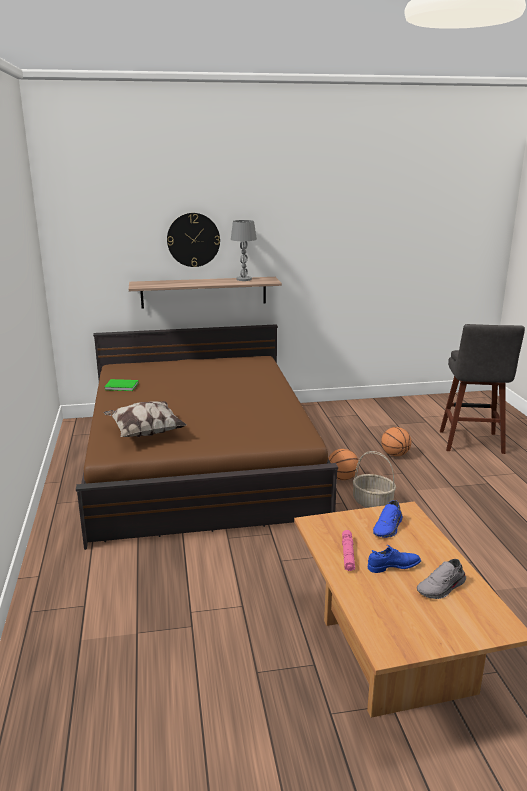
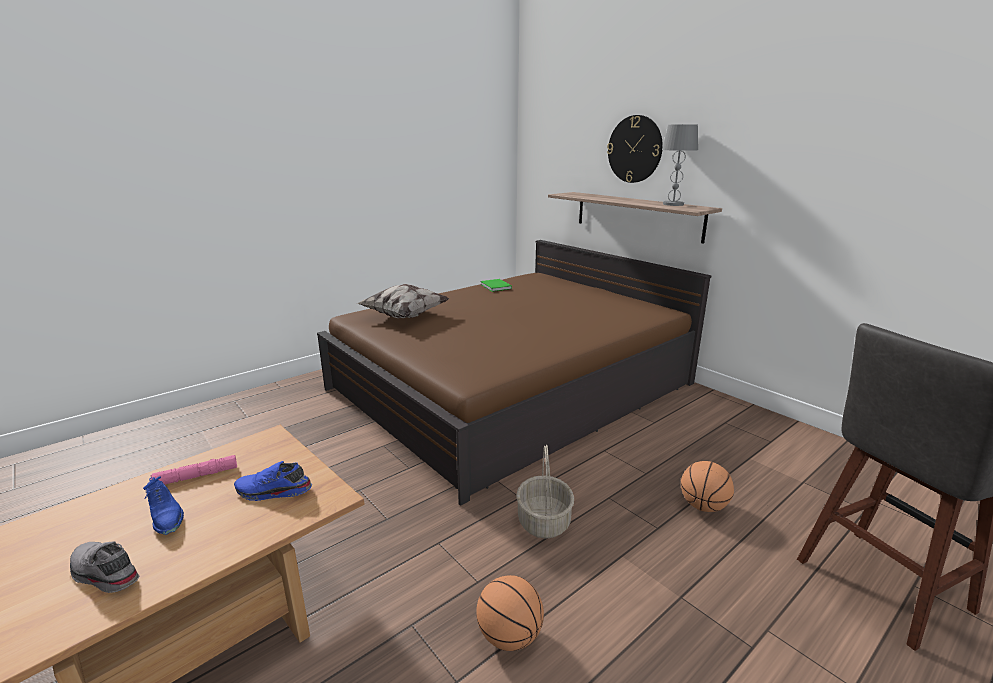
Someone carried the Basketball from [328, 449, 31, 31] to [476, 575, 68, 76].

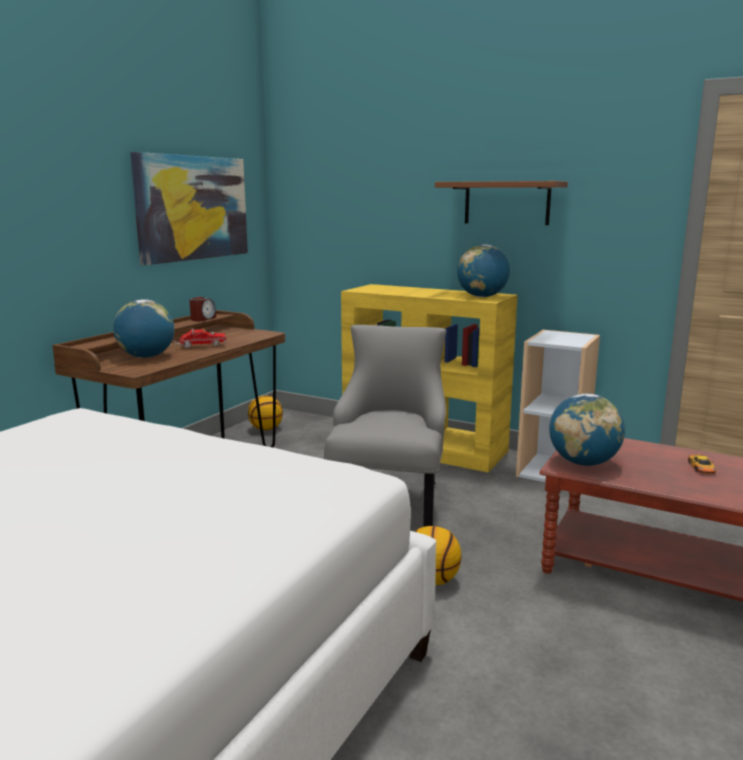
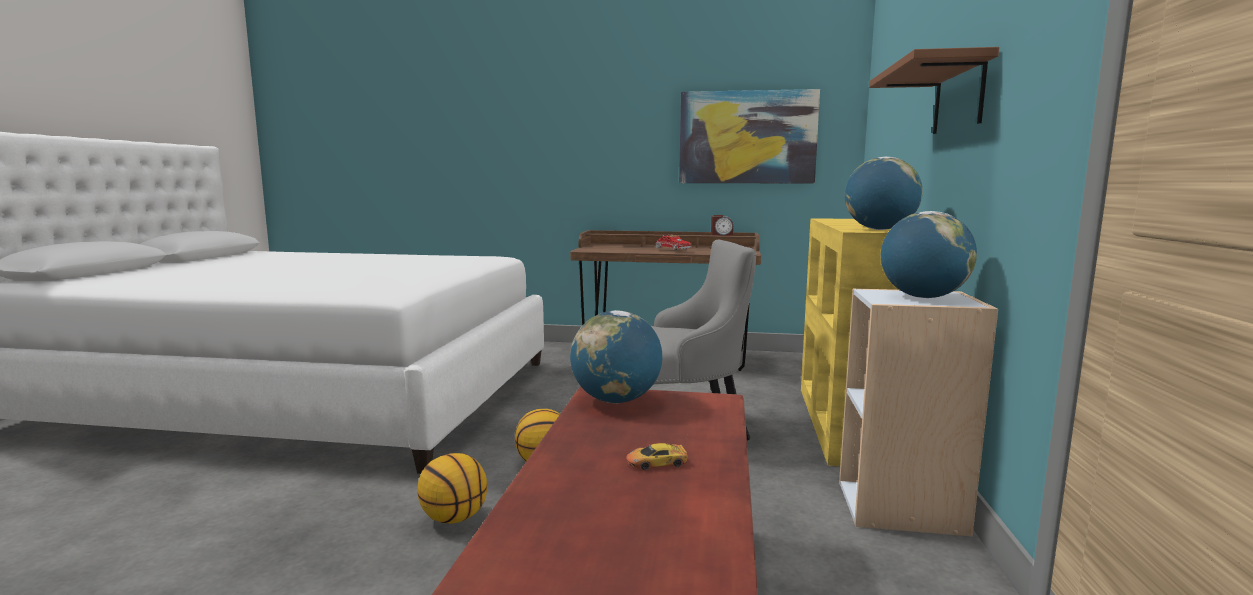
Someone carried the Globe from [113, 299, 62, 59] to [880, 211, 97, 87]. Someone carried the Basketball from [248, 396, 35, 34] to [418, 453, 69, 71].

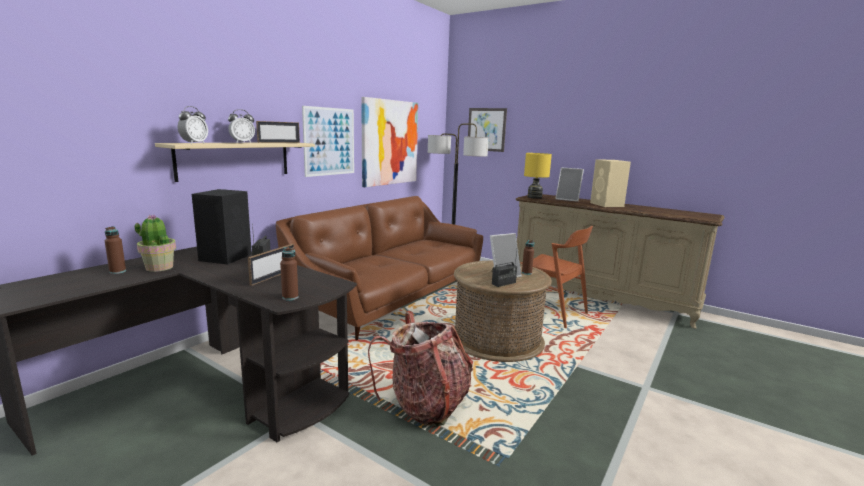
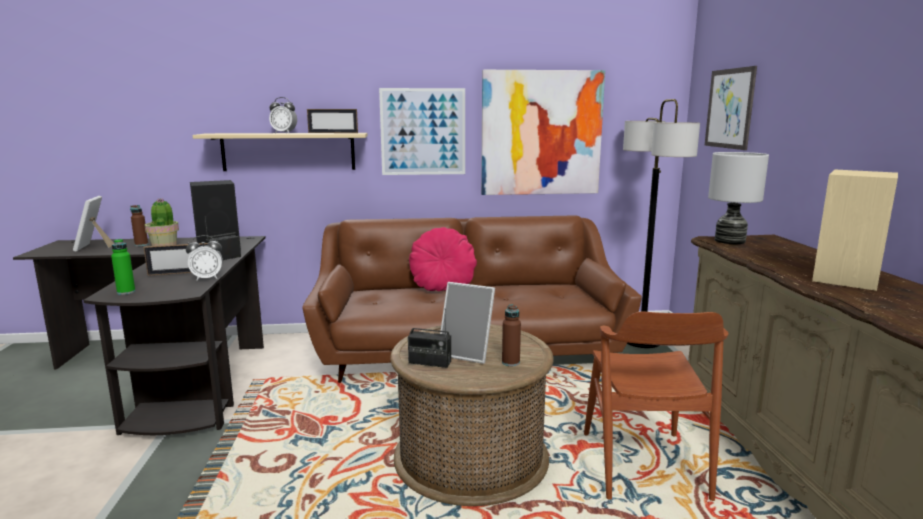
Someone took away the Backpack at [368, 311, 105, 116]. Someone put down the PinkPillow at [409, 227, 68, 64]. Someone carried the AlarmClock from [178, 106, 30, 38] to [186, 235, 37, 46]. Someone carried the PictureFrame from [555, 167, 29, 35] to [73, 196, 41, 56]. Someone repainted the BrownBottle at [280, 247, 18, 54], which became the GreenBottle at [111, 239, 24, 56]. Someone repainted the YellowTableLamp at [524, 153, 28, 46], which became the GreyTableLamp at [708, 152, 61, 92].

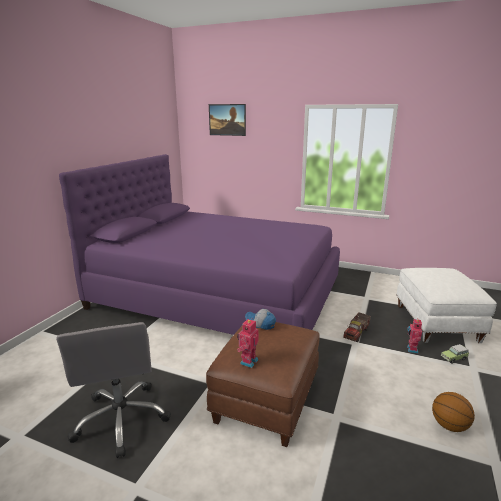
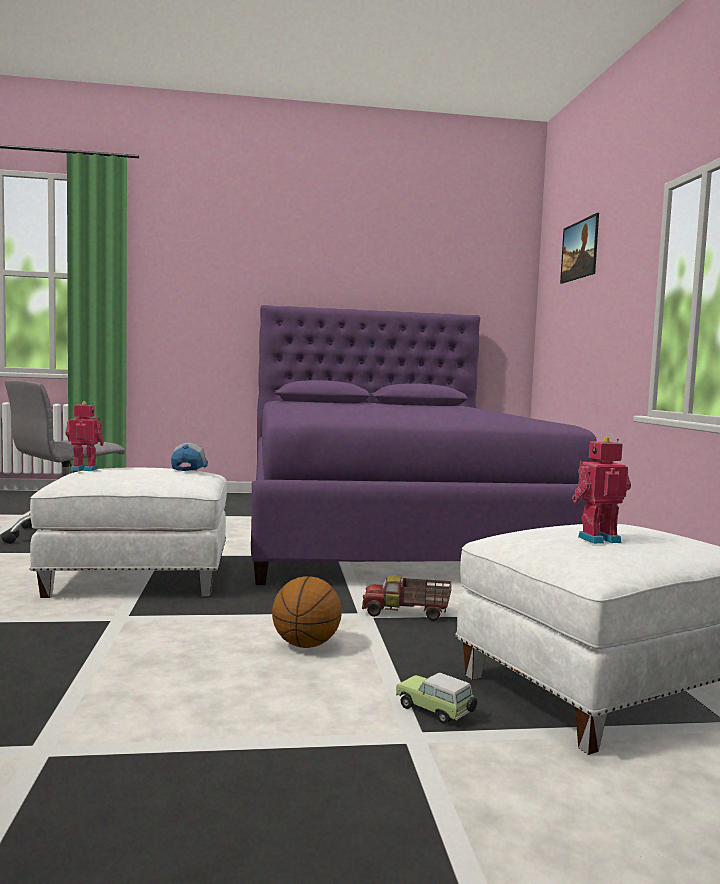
Someone carried the ToyRobot from [407, 318, 15, 35] to [572, 437, 59, 107]. Someone carried the Basketball from [432, 392, 43, 40] to [272, 576, 70, 72]. Someone repainted the BrownOttoman at [206, 322, 114, 125], which became the WhiteOttoman at [30, 468, 197, 130].

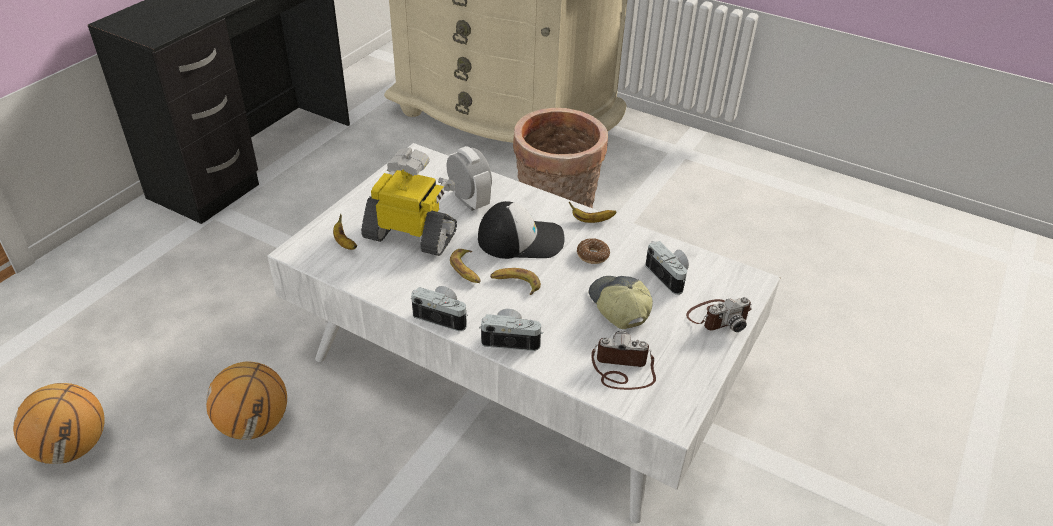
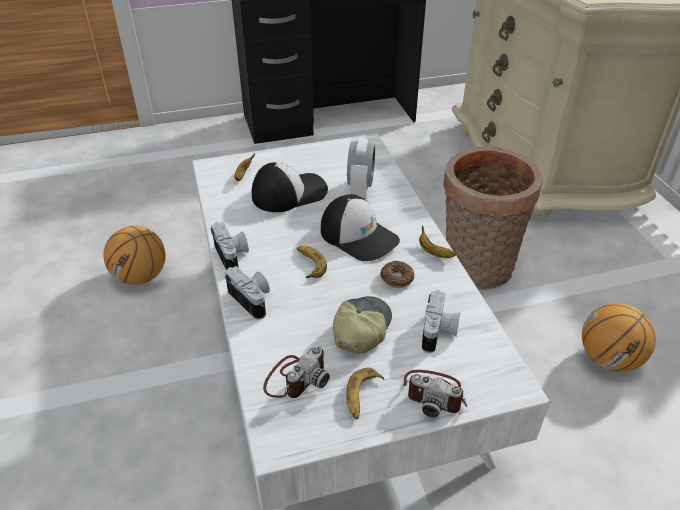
Someone carried the Basketball from [13, 383, 92, 81] to [582, 303, 74, 69]. Someone carried the Banana from [450, 249, 31, 34] to [346, 368, 38, 52]. Someone swapped the ToyRobot at [361, 147, 96, 109] for the Cap at [252, 162, 76, 50]. Someone rotated the PhotoCamera at [591, 331, 65, 59] by 75 degrees clockwise.

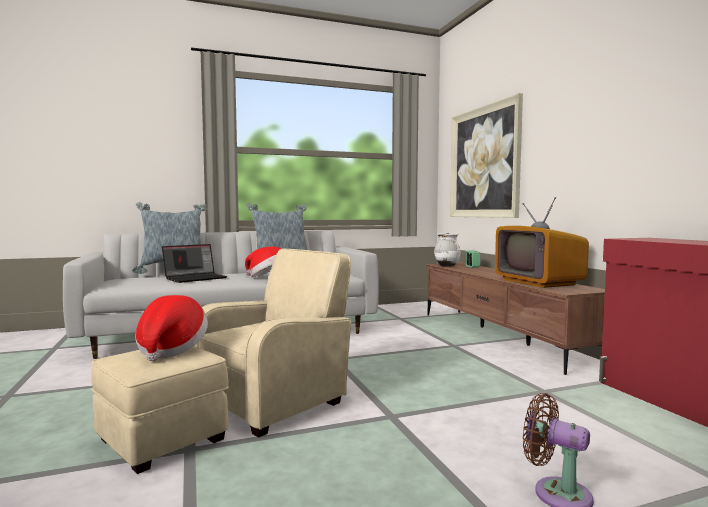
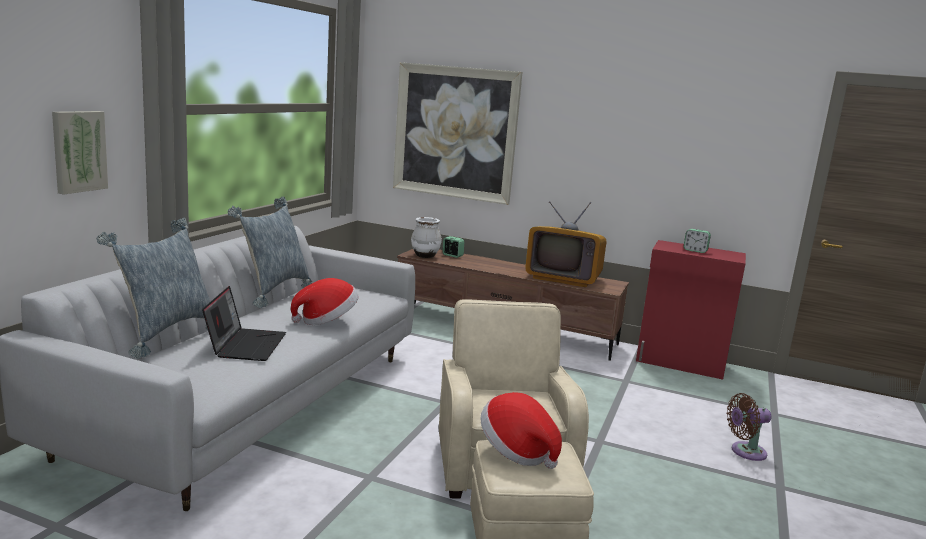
Someone put up the Picture at [52, 111, 56, 83]. Someone put down the AlarmClock at [683, 229, 28, 24].

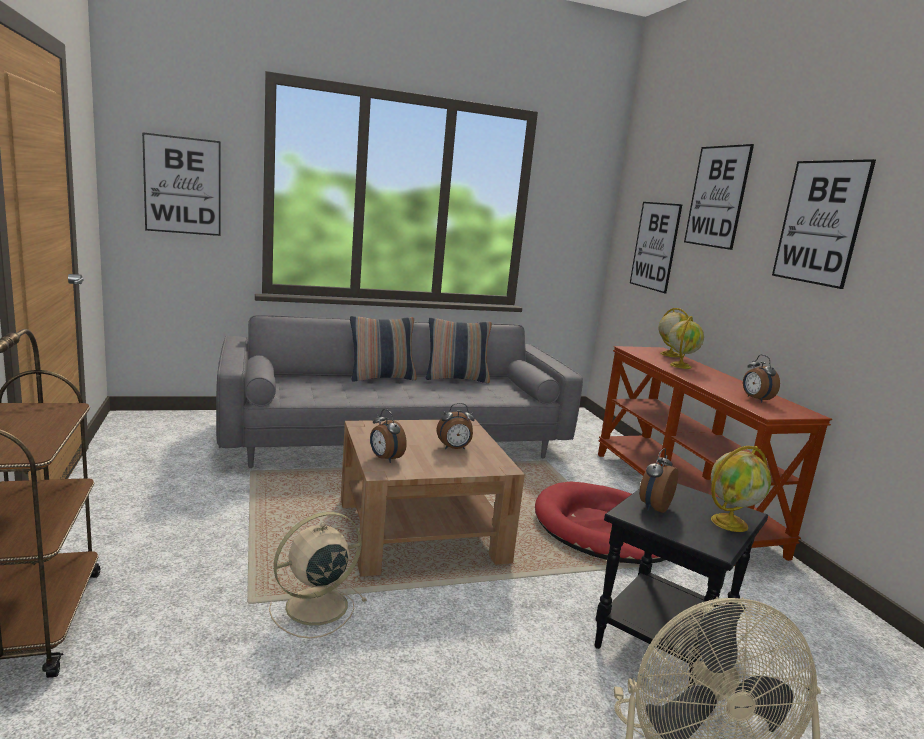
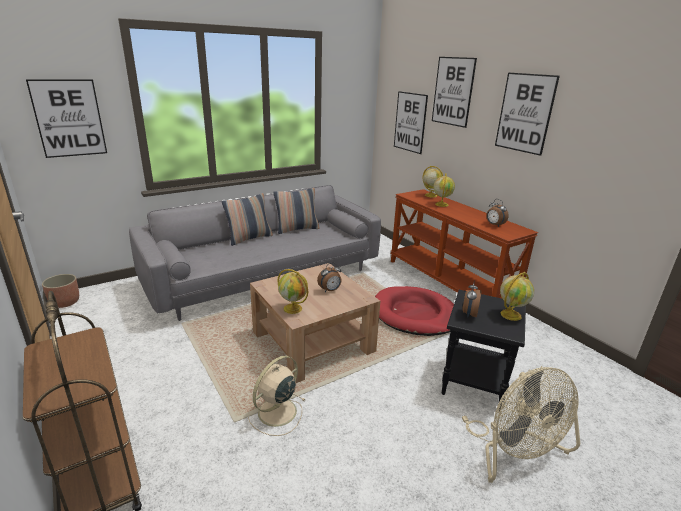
Someone put down the Planter at [42, 274, 37, 34]. Someone swapped the AlarmClock at [370, 409, 37, 54] for the Globe at [277, 269, 31, 45].

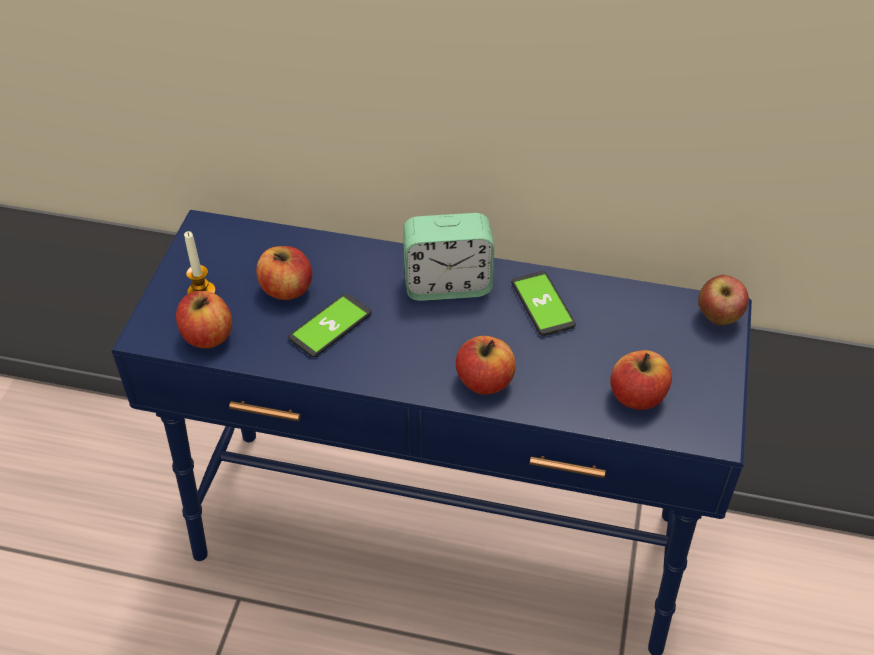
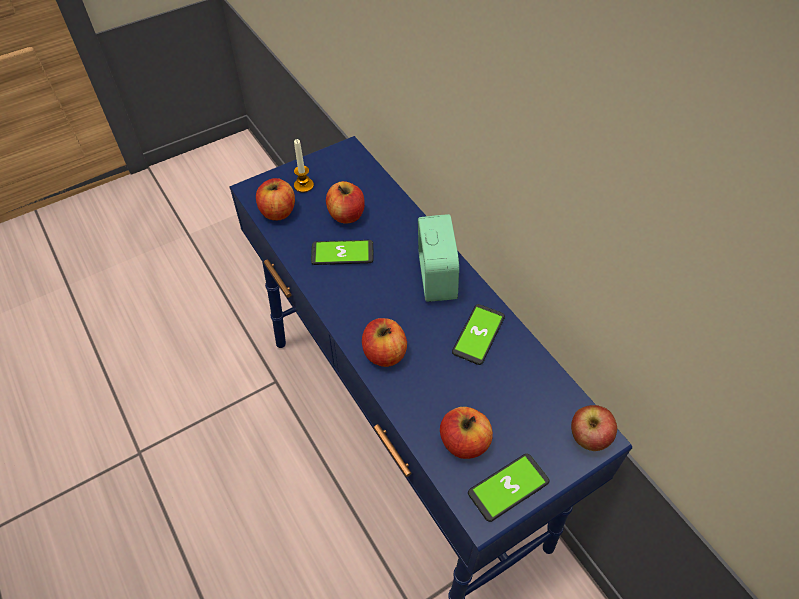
Someone put down the Phone at [468, 453, 81, 69]. Someone rotated the AlarmClock at [403, 213, 91, 88] by 135 degrees counterclockwise.

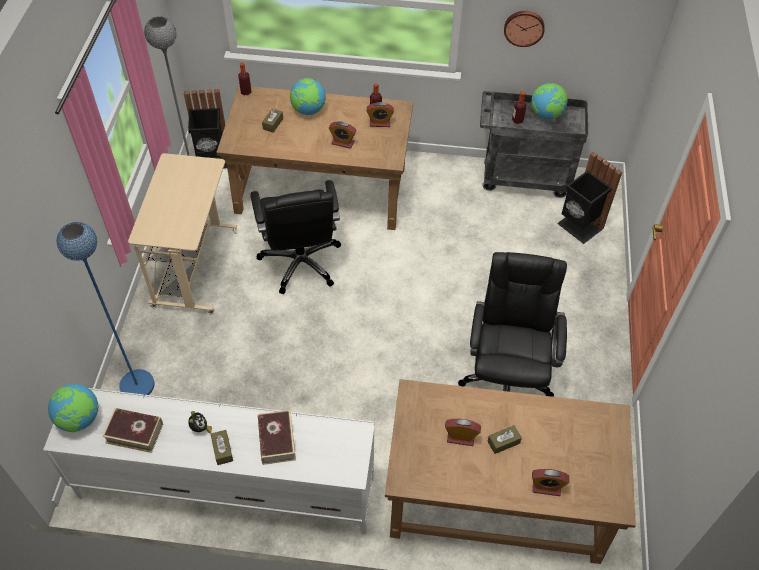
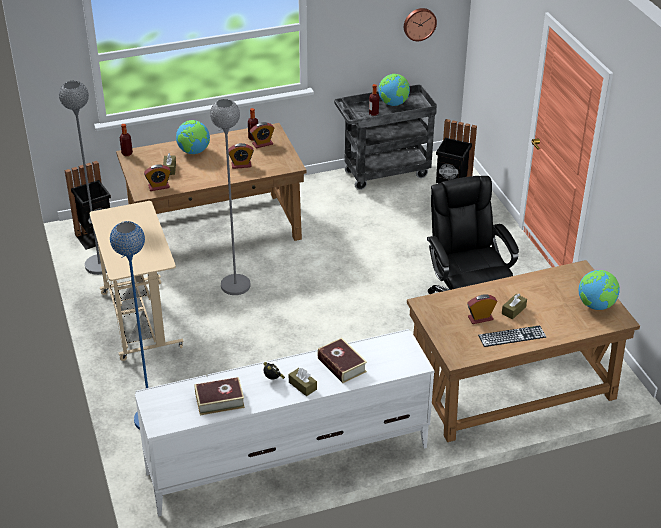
Someone put down the Keyboard at [478, 326, 68, 21]. Someone carried the Globe from [48, 384, 50, 48] to [579, 270, 41, 40]. Someone carried the WallClock from [504, 11, 41, 36] to [404, 8, 33, 33]. Someone carried the AlarmClock from [532, 469, 37, 27] to [144, 165, 27, 26]. Someone swapped the BlackOfficeChair at [250, 180, 91, 114] for the GreyFloorLamp at [210, 99, 41, 196].

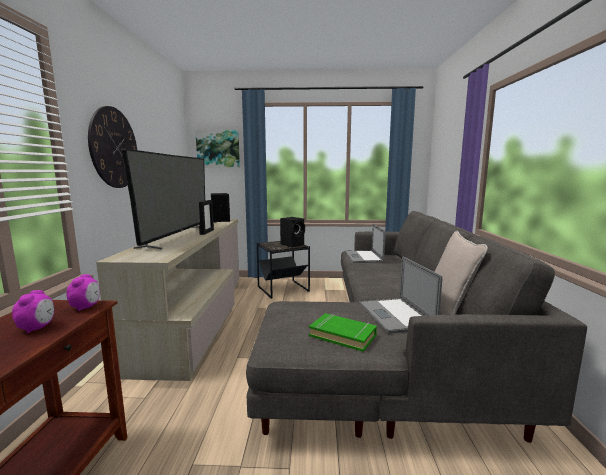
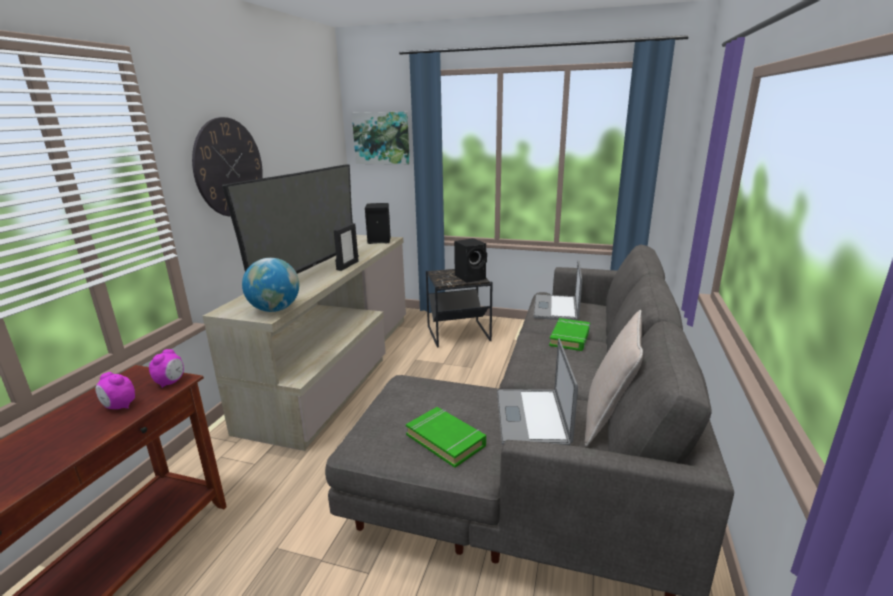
Someone put down the Globe at [242, 258, 57, 54]. Someone put down the GreenBook at [549, 318, 41, 33]. Someone rotated the AlarmClock at [12, 290, 42, 44] by 105 degrees clockwise.

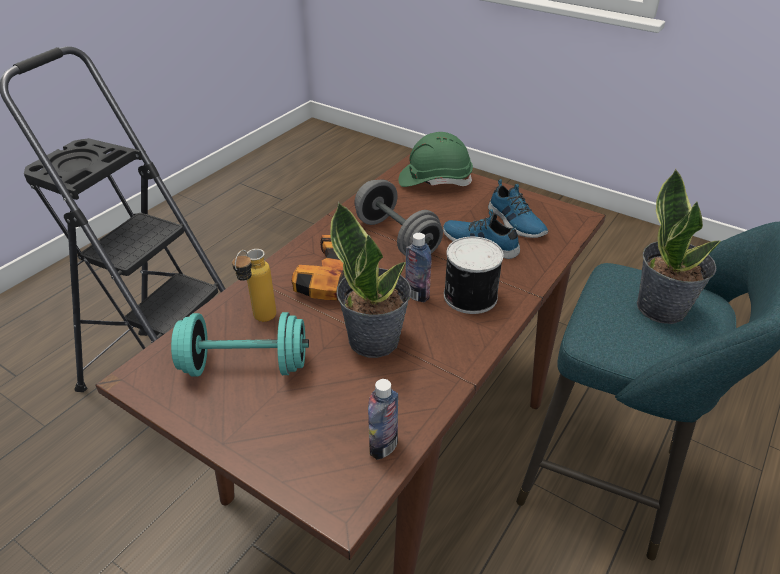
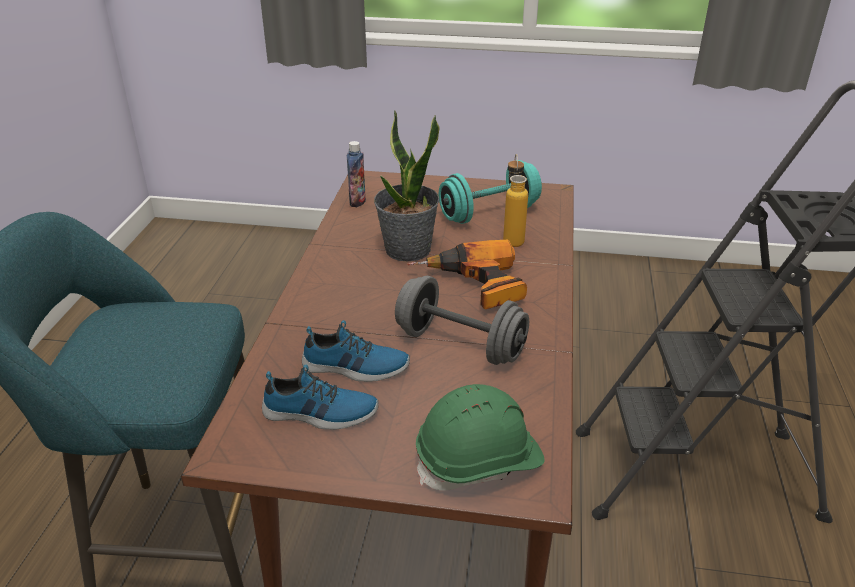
Someone took away the Bottle at [405, 233, 27, 69]. Someone took away the Can at [444, 237, 60, 77]. Someone took away the PottedPlant at [637, 169, 84, 155]. Someone rotated the Shoe at [488, 179, 60, 59] by 150 degrees clockwise.

